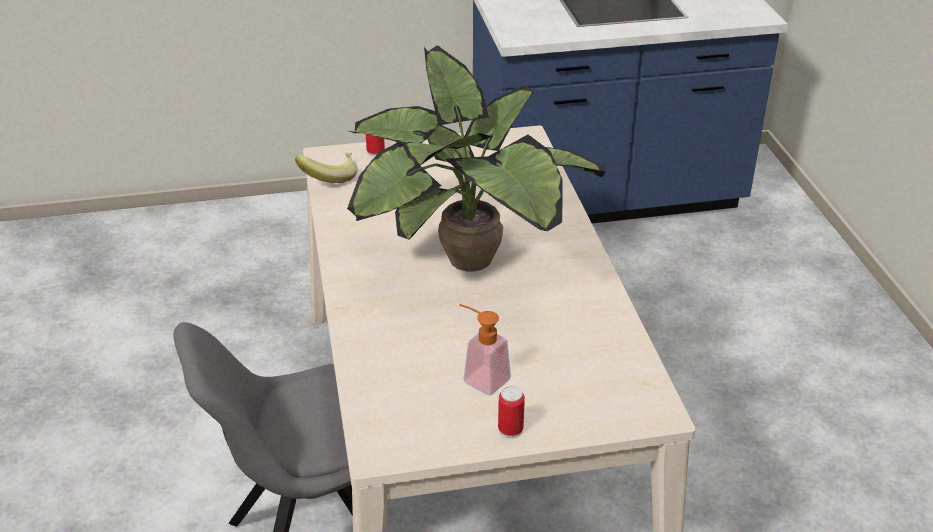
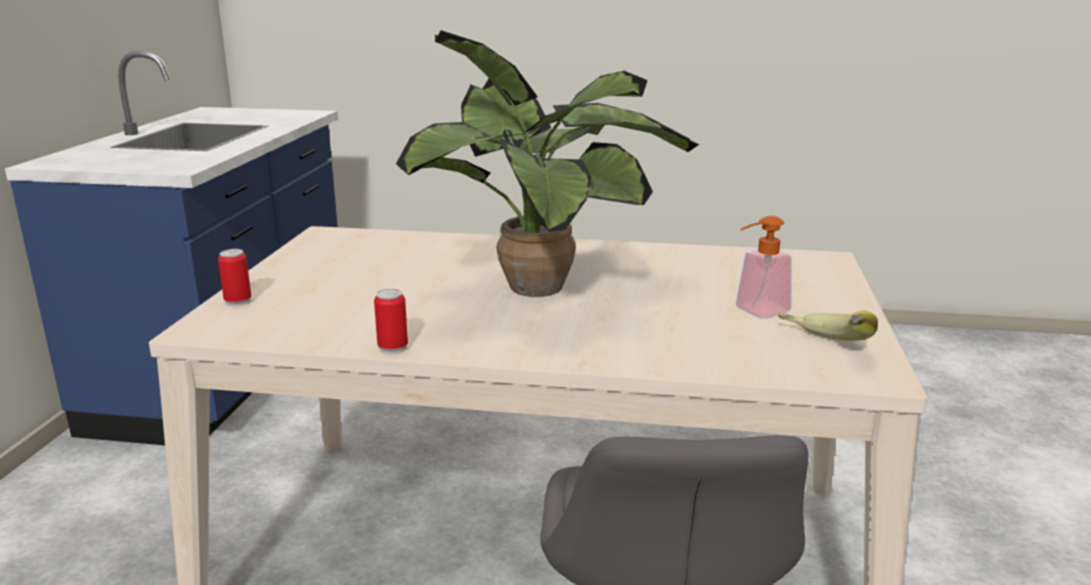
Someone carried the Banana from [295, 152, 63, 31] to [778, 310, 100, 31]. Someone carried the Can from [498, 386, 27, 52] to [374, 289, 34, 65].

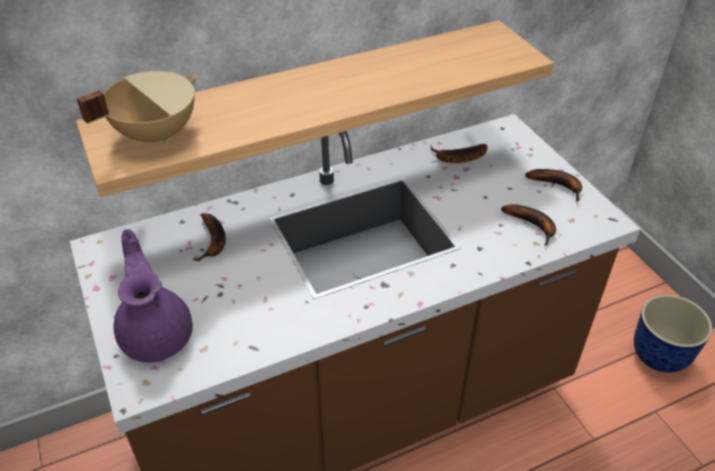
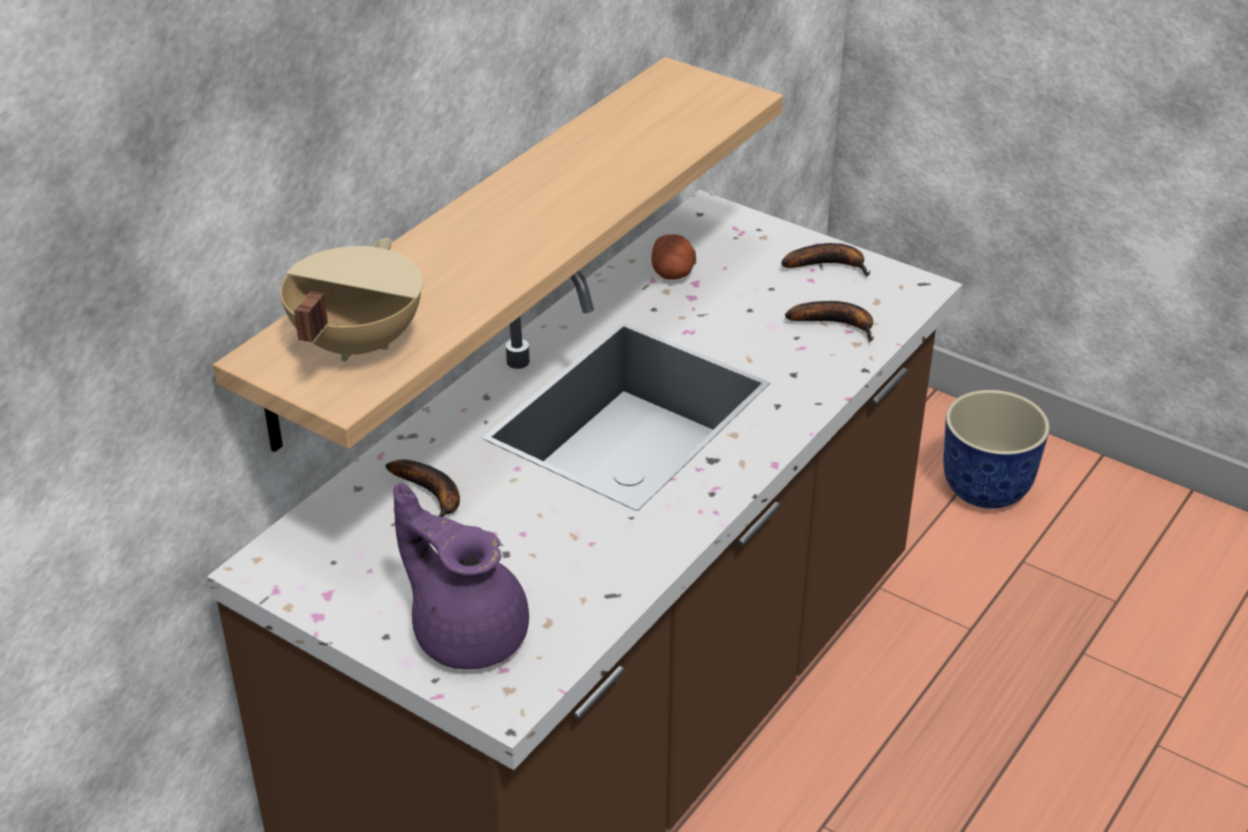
Someone swapped the Banana at [431, 144, 57, 19] for the Potato at [652, 234, 44, 46].

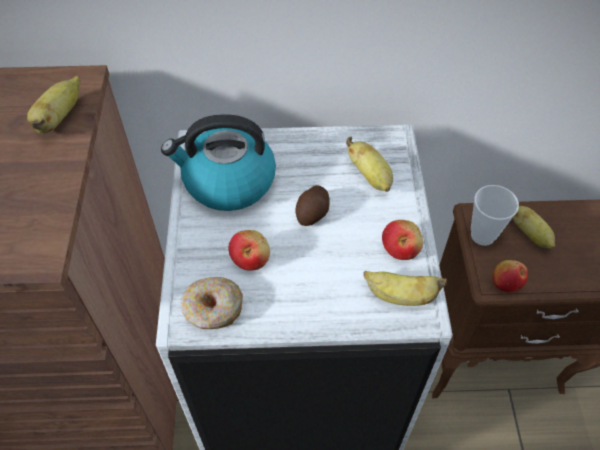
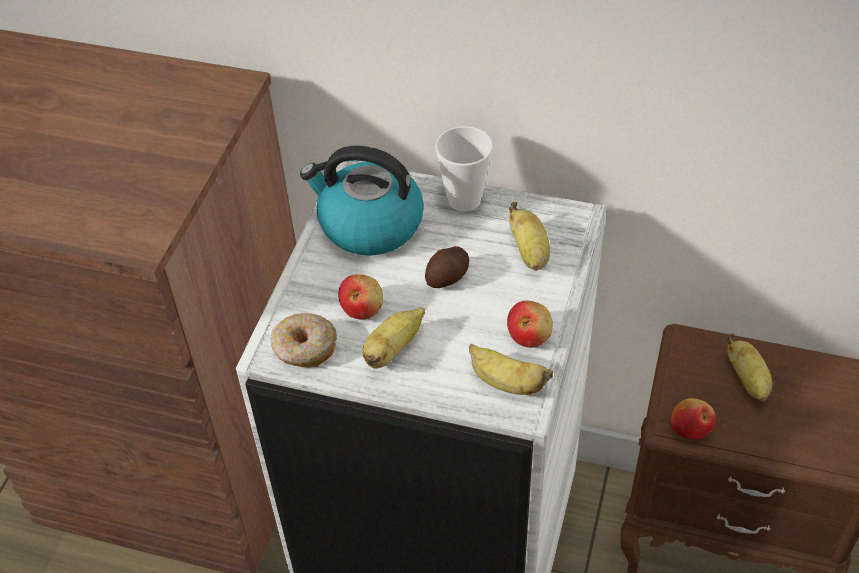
Someone carried the Banana from [27, 76, 54, 58] to [362, 308, 63, 61]. Someone carried the Cup from [471, 185, 48, 61] to [435, 126, 58, 86].

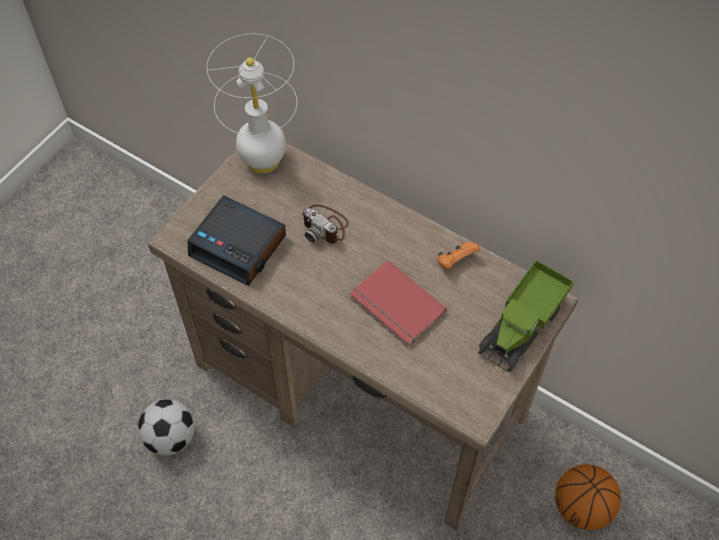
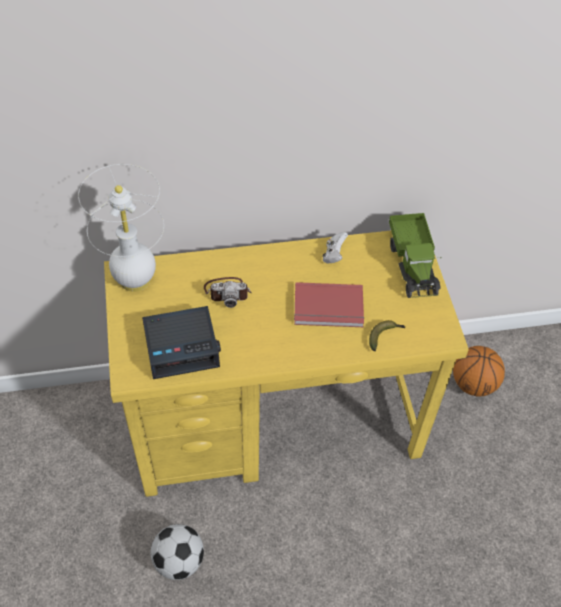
Someone put down the Banana at [369, 320, 36, 31]. Someone repainted the BrownDesk at [148, 143, 430, 387], which became the YellowDesk at [104, 231, 364, 266]. Someone repainted the OrangeGameController at [437, 242, 43, 27], which became the WhiteGameController at [322, 232, 26, 31].

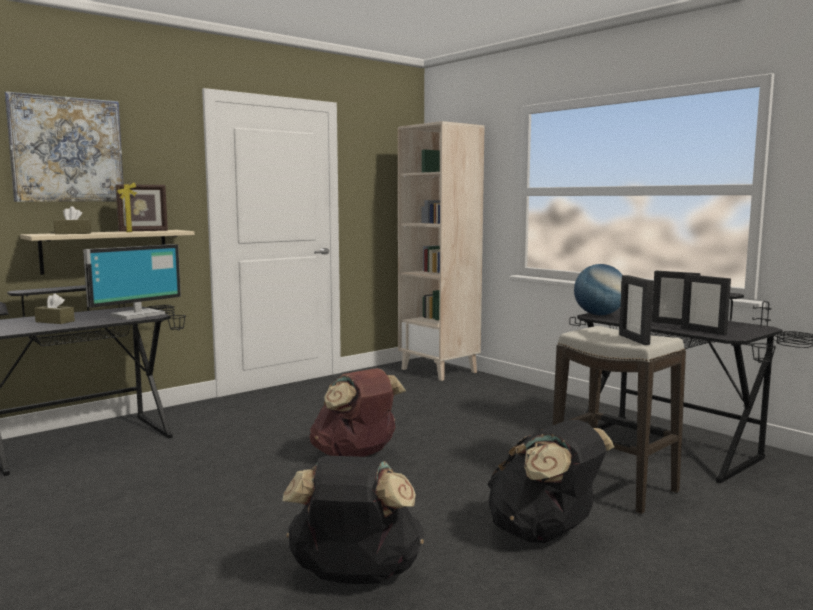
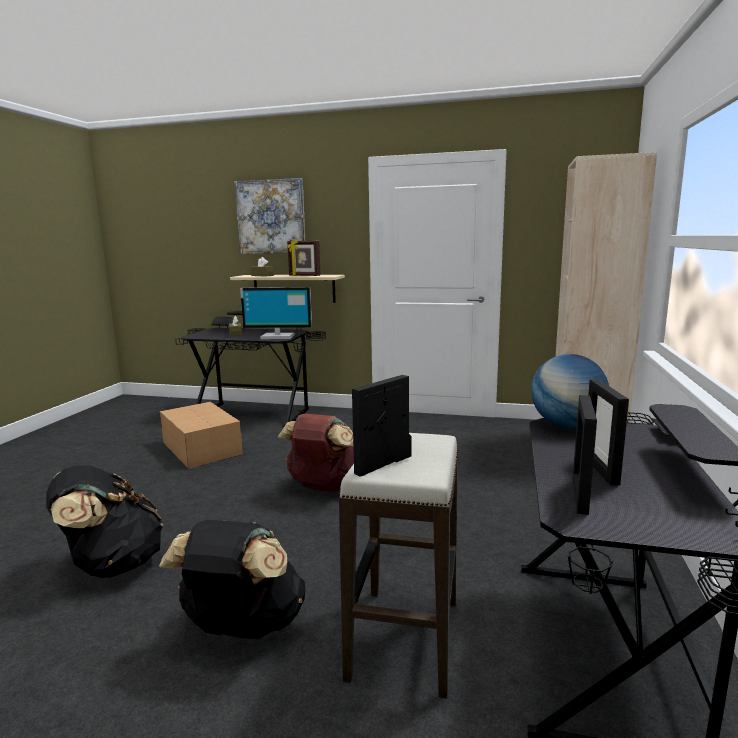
Someone put down the CardboardBox at [160, 402, 83, 67].

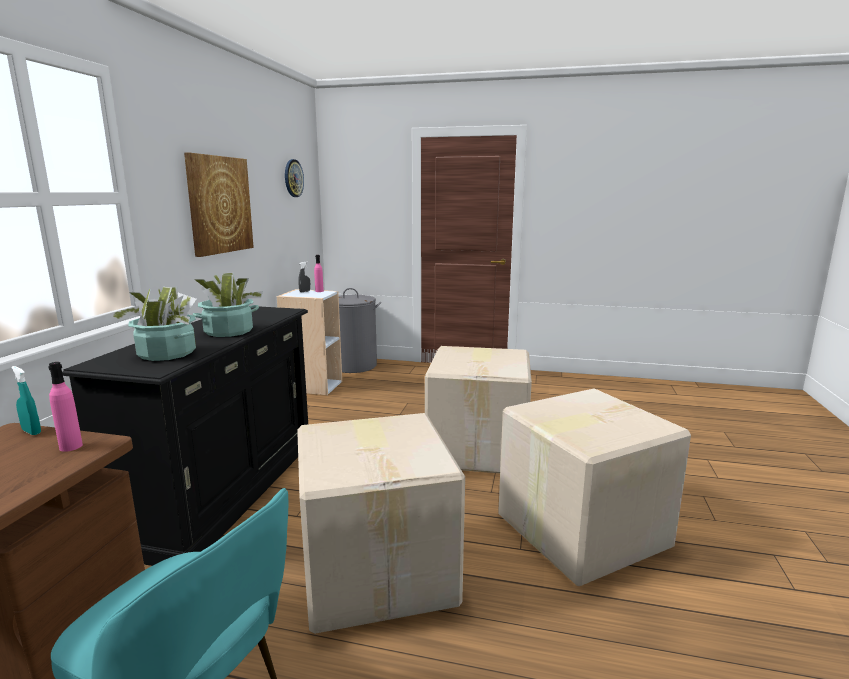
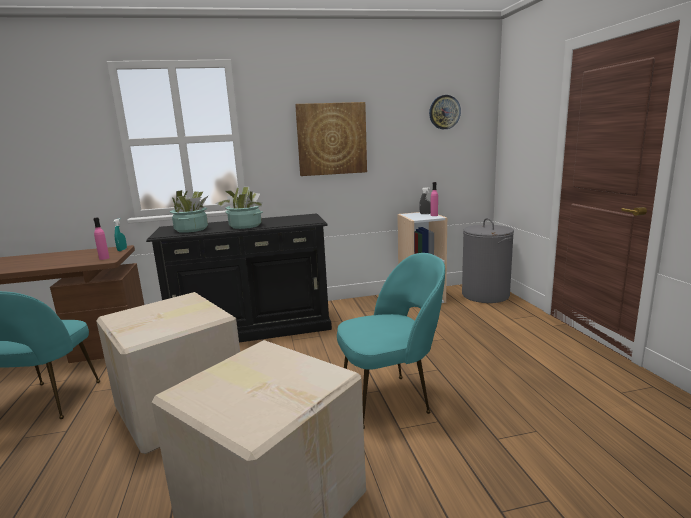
Someone swapped the CardboardBox at [425, 346, 107, 127] for the TurquoiseChair at [337, 253, 108, 175].

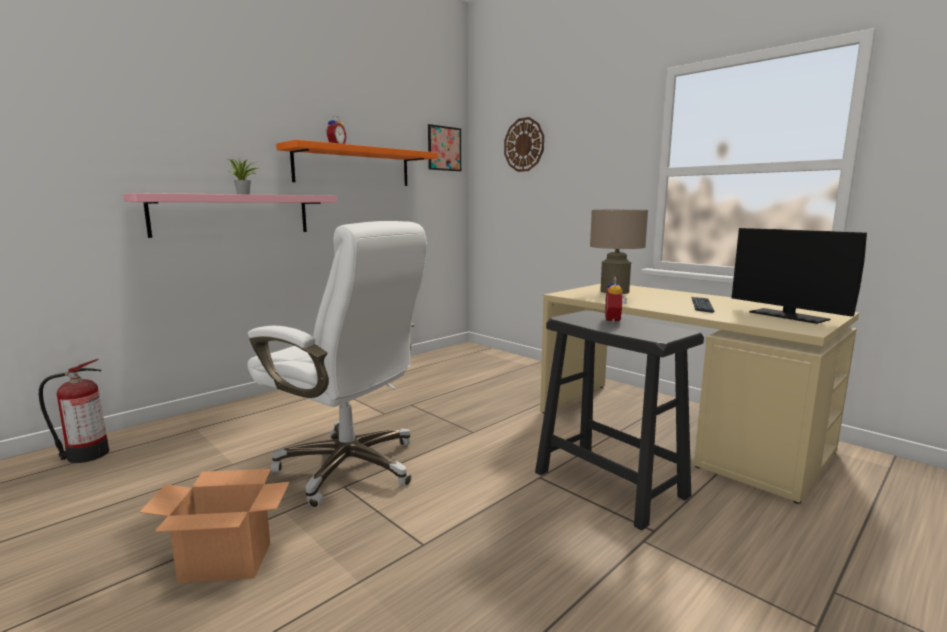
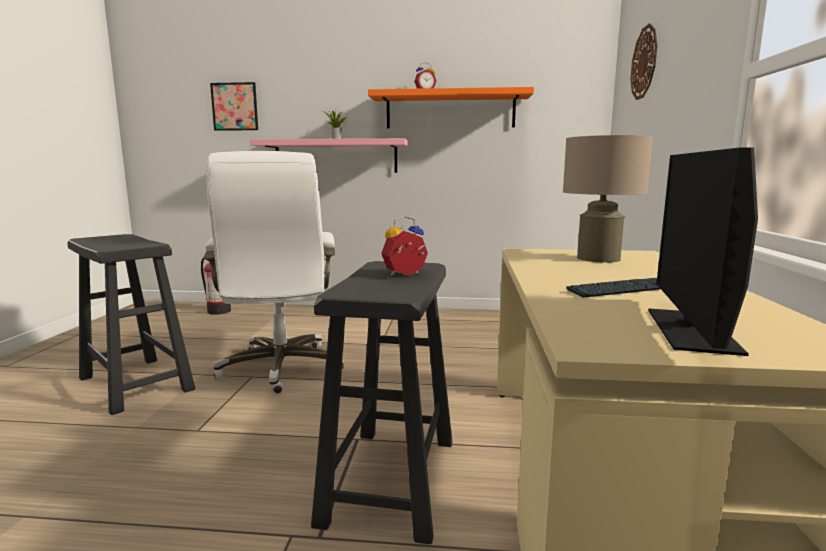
Someone carried the Picture from [428, 124, 33, 47] to [210, 82, 48, 49]. Someone swapped the CardboardBox at [140, 469, 150, 114] for the BlackStool at [67, 234, 128, 181].

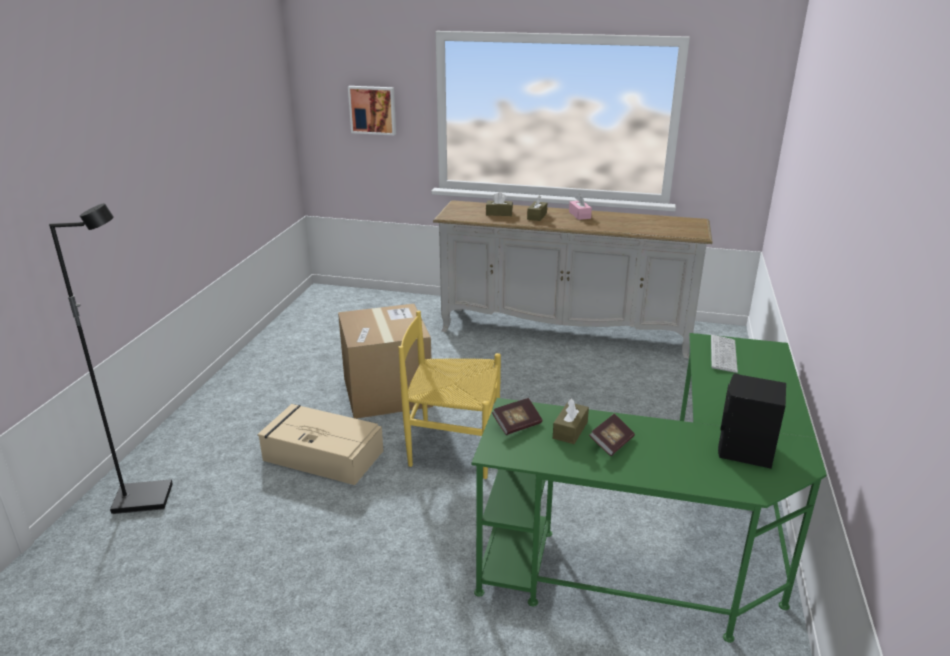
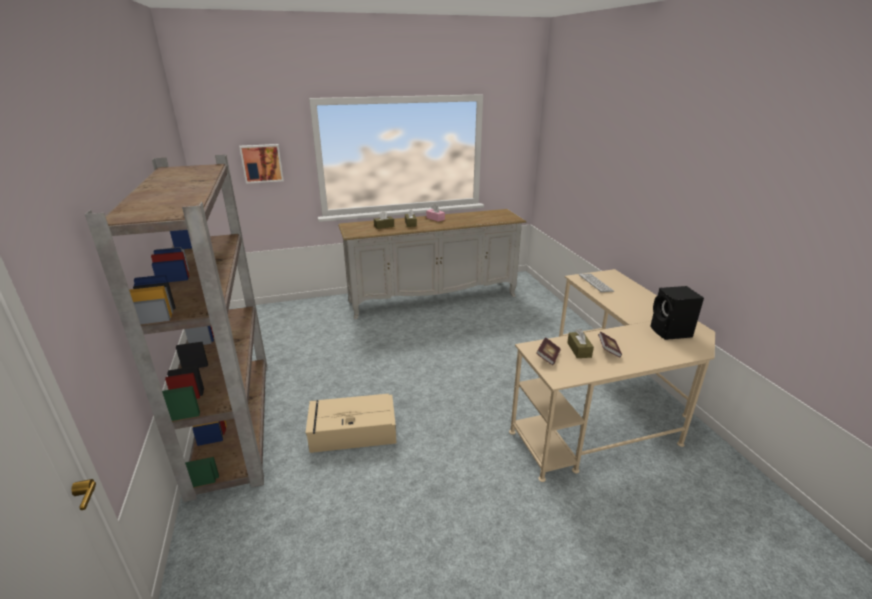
Someone took away the BlackFloorLamp at [49, 203, 124, 311]. Someone took away the CardboardBox at [338, 304, 95, 115]. Someone took away the YellowChair at [399, 311, 102, 168]. Someone put down the BrownBookcase at [85, 155, 182, 347]. Someone repainted the GreenDesk at [472, 333, 355, 310], which became the BeigeDesk at [509, 269, 206, 213].

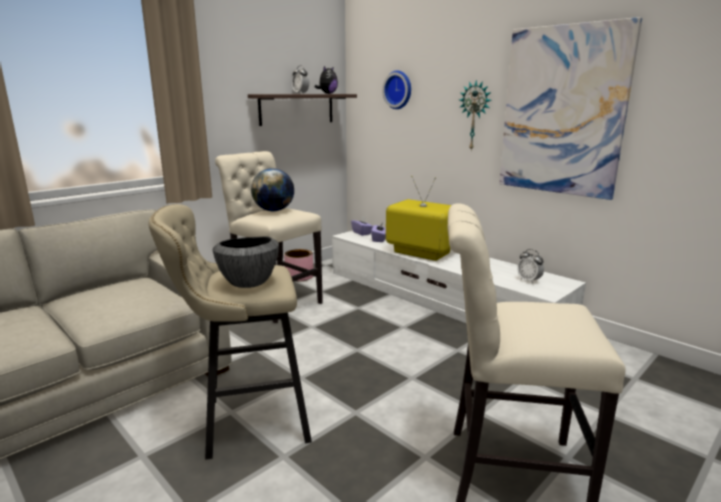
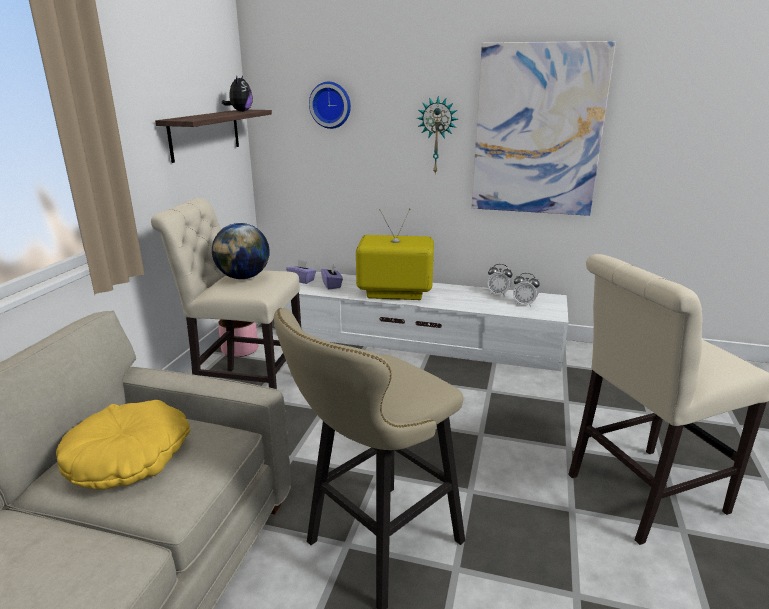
Someone took away the Bowl at [213, 236, 66, 52]. Someone put down the YellowPillow at [56, 400, 134, 89]. Someone carried the AlarmClock from [292, 65, 17, 29] to [487, 264, 25, 32].

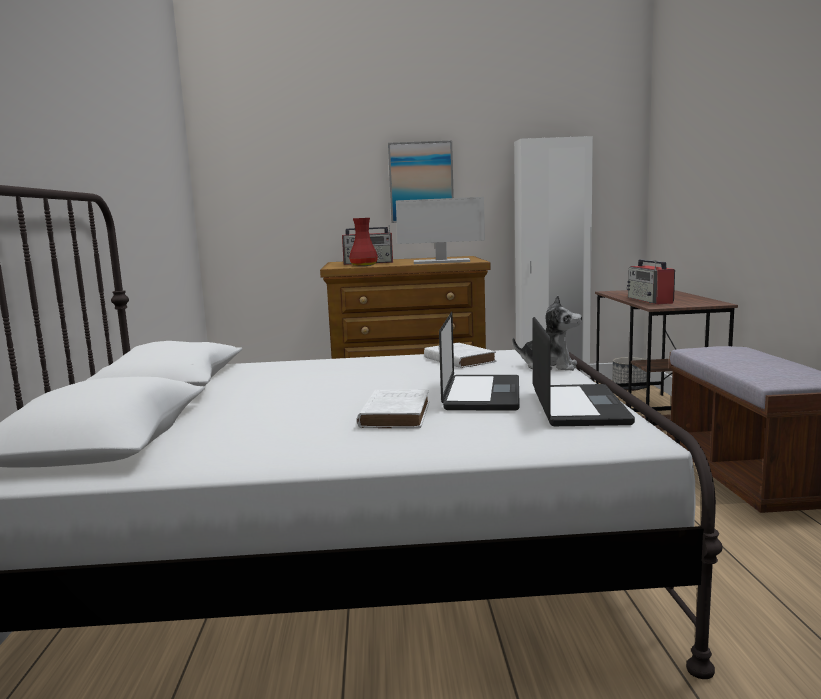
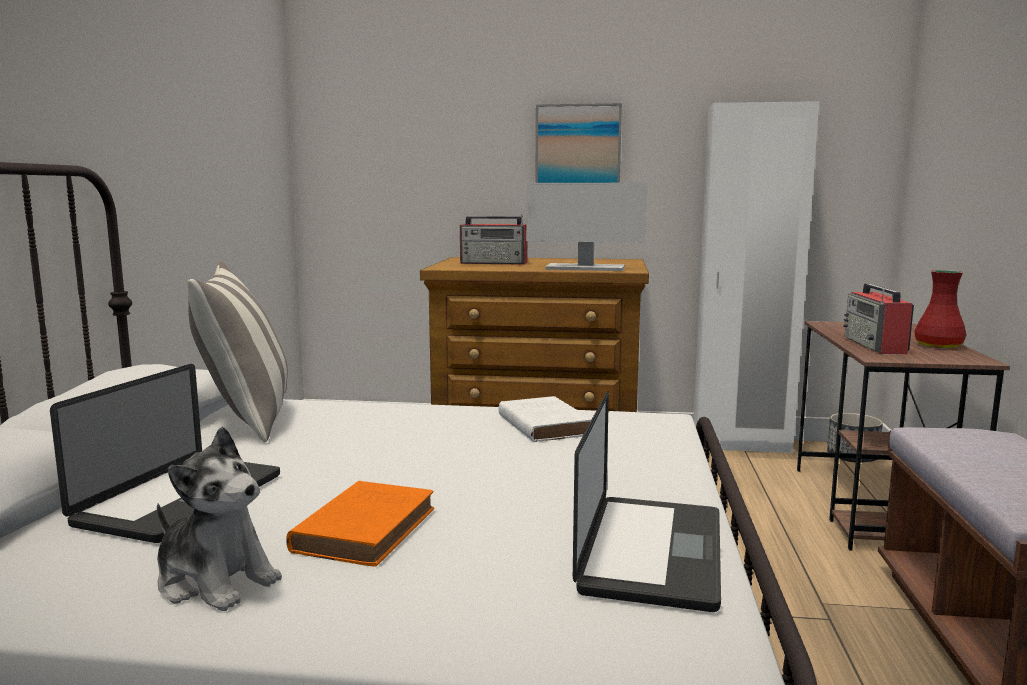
Someone put down the Pillow at [187, 262, 101, 180]. Someone carried the RedVase from [349, 218, 29, 48] to [914, 270, 52, 78]. Someone carried the Laptop from [439, 312, 81, 99] to [50, 364, 230, 179]. Someone carried the PlushToy from [513, 295, 69, 76] to [157, 426, 125, 185]. Someone repainted the WhiteBook at [357, 389, 73, 39], which became the OrangeBook at [286, 481, 148, 86].

